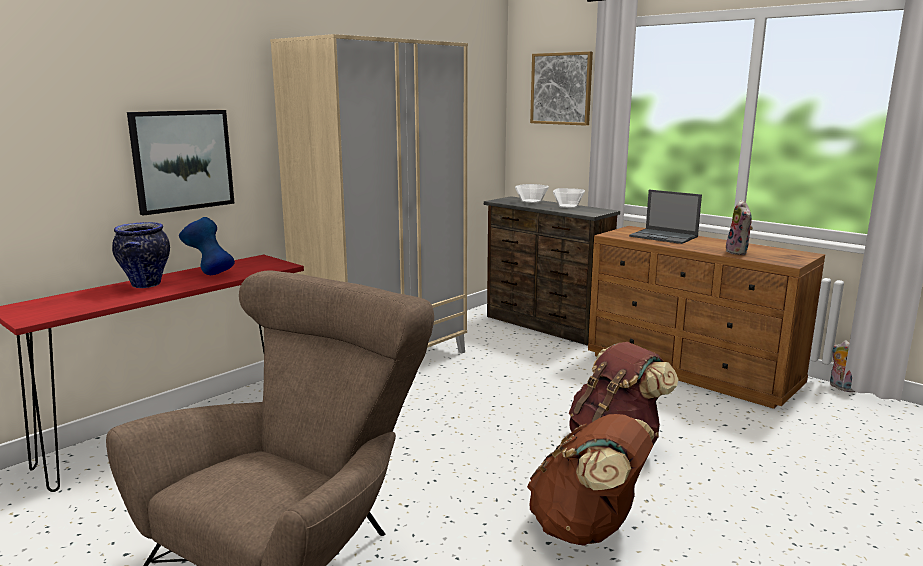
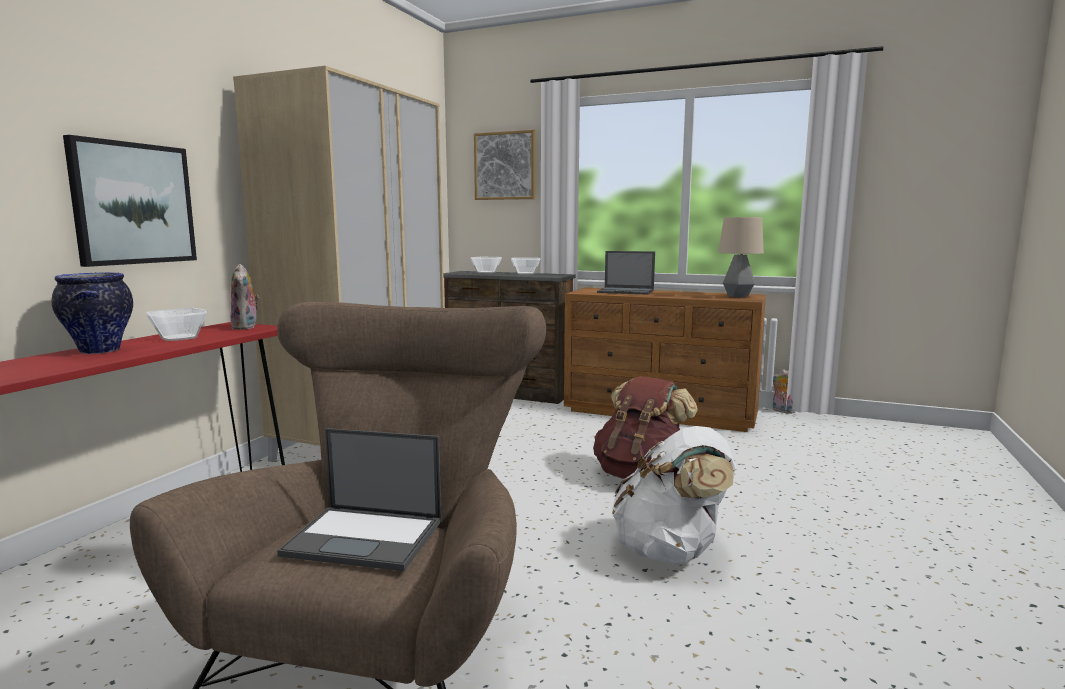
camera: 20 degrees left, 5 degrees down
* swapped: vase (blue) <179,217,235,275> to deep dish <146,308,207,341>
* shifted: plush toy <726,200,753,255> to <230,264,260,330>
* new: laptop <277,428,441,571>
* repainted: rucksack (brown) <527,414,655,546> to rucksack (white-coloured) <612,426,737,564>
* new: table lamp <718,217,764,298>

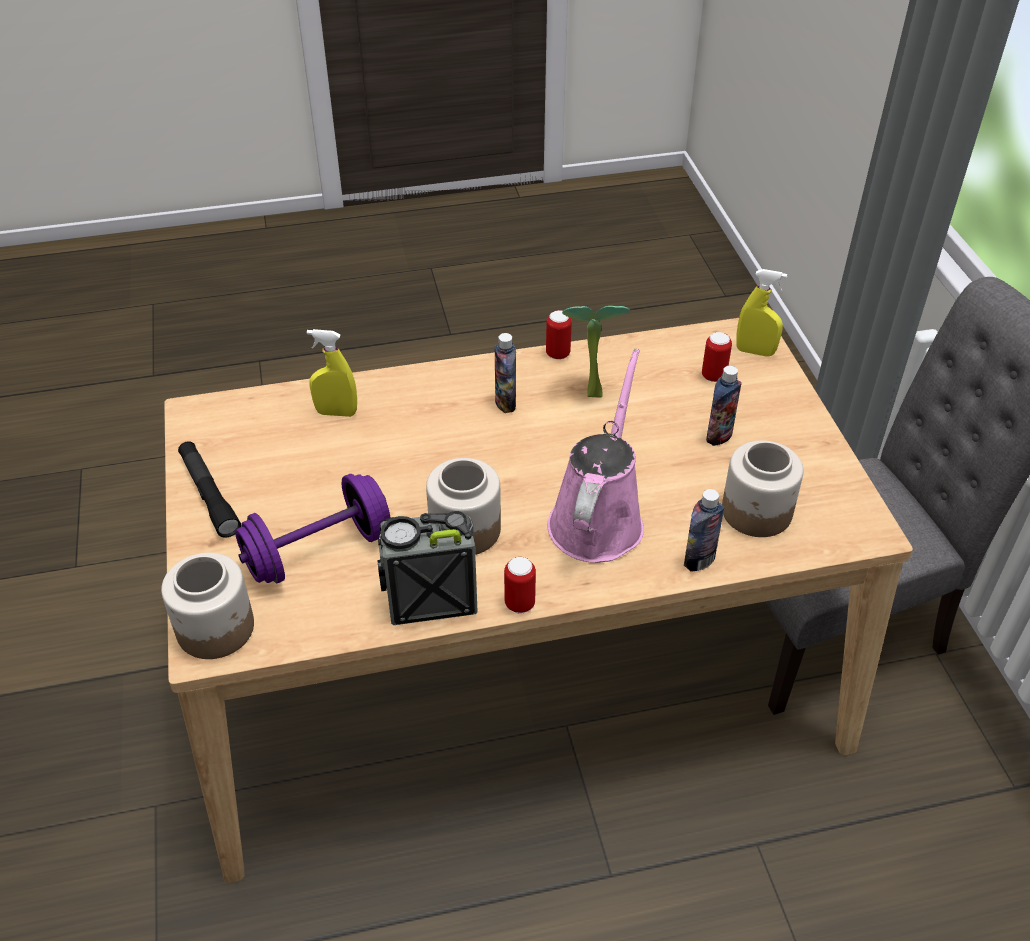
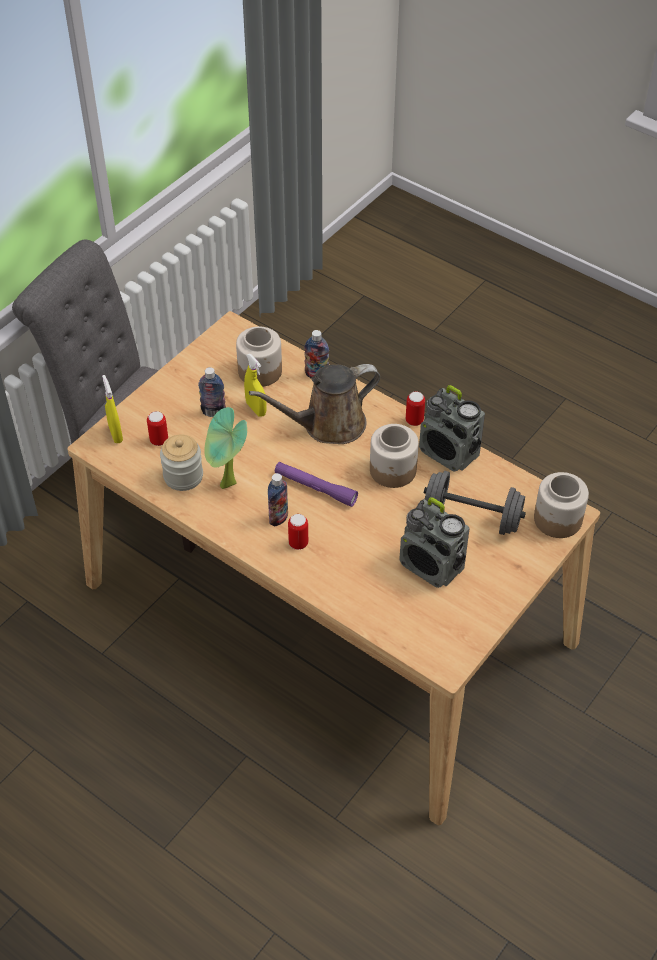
camera: 130 degrees left, 5 degrees up
* new: storage jar <160,434,203,491>
* shifted: hand sprayer (yellow) <307,329,357,417> to <244,354,267,417>
* repainted: watering can (pink) <547,349,644,563> to watering can (brown) <249,364,380,444>
* new: flashlight (purple-coloured) <275,462,358,507>
* shifted: sealed can <546,310,572,359> to <288,514,308,550>
* new: radio receiver <399,497,470,588>
* repainted: dumbbell (purple-coloured) <235,474,391,584> to dumbbell (gray) <424,471,526,535>
* gone: flashlight (black-coloured) <178,441,241,538>

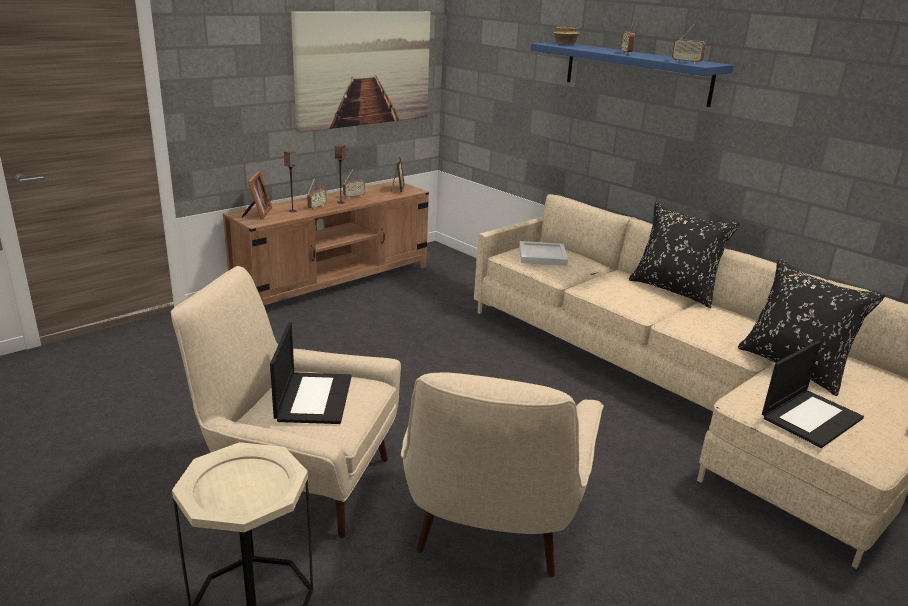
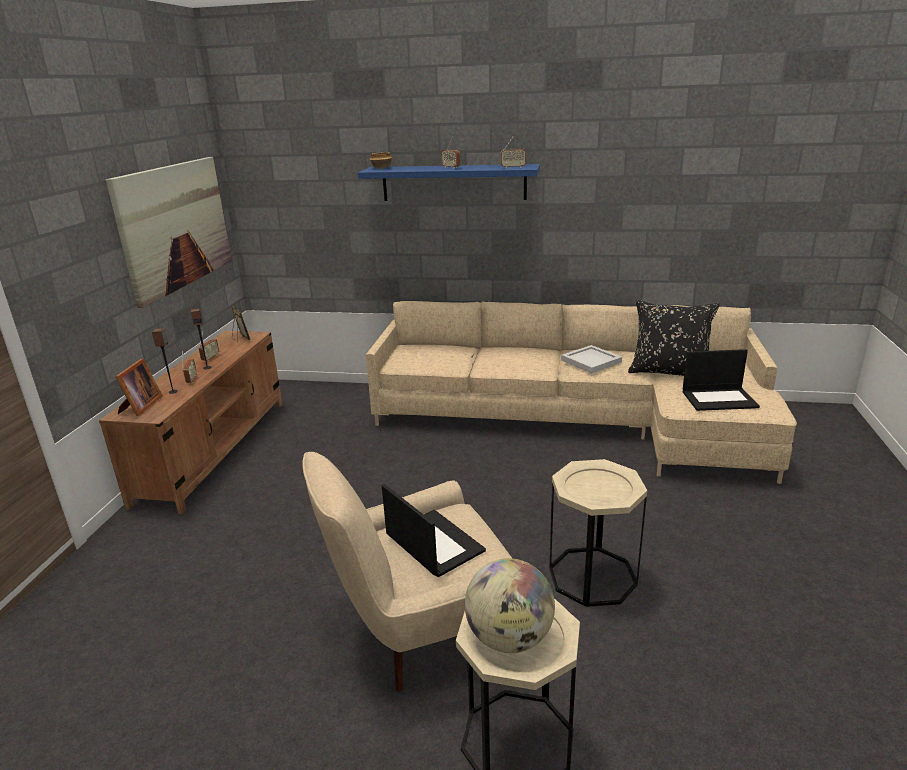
camera: 35 degrees left, 0 degrees up
* rotated: photo frame <242,171,272,219> = <115,359,163,416> 45 degrees clockwise
* new: globe <465,558,555,653>
* swapped: armchair (beige) <401,373,604,577> to end table (beige) <549,459,647,607>
* shifted: tray (white-coloured) <519,241,568,266> to <561,345,622,373>
* rotated: laptop <762,340,864,448> = <683,349,760,411> 75 degrees clockwise
* gone: pillow (black-coloured) <629,203,740,308>

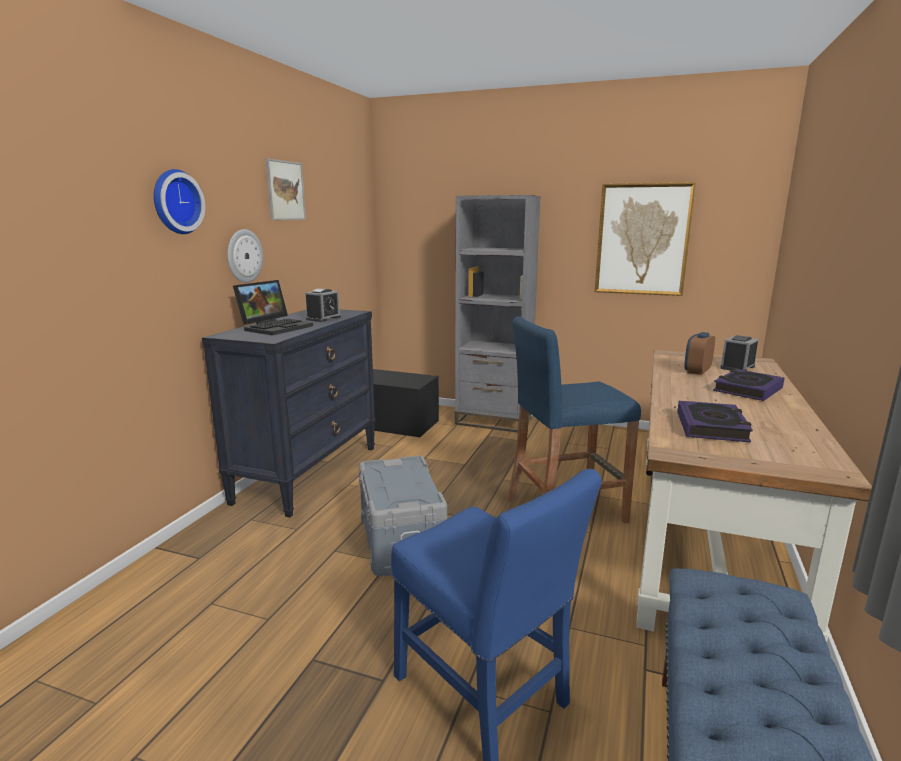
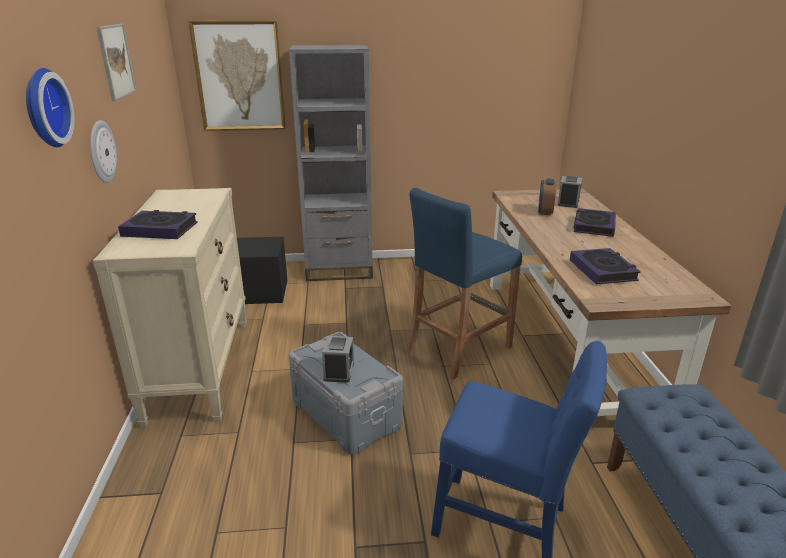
camera: 25 degrees left, 10 degrees up
* repainted: chest of drawers (black-coloured) <202,309,376,517> to chest of drawers (beige) <93,188,247,427>
* swapped: laptop <233,280,313,335> to bound book <118,210,198,239>
* shifted: wall picture <595,182,696,296> to <188,20,286,131>
* shifted: bedside clock <305,288,341,322> to <322,336,354,383>

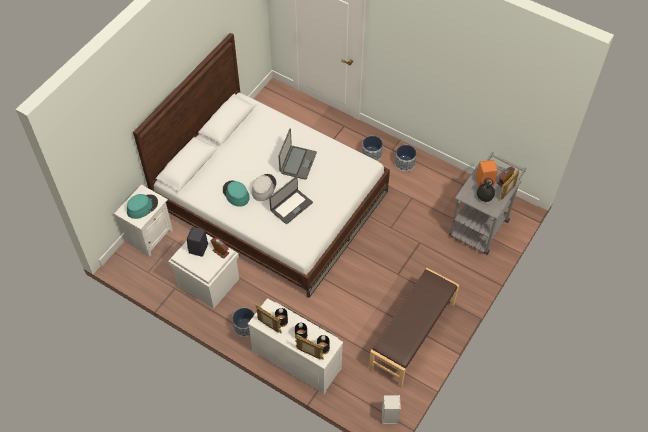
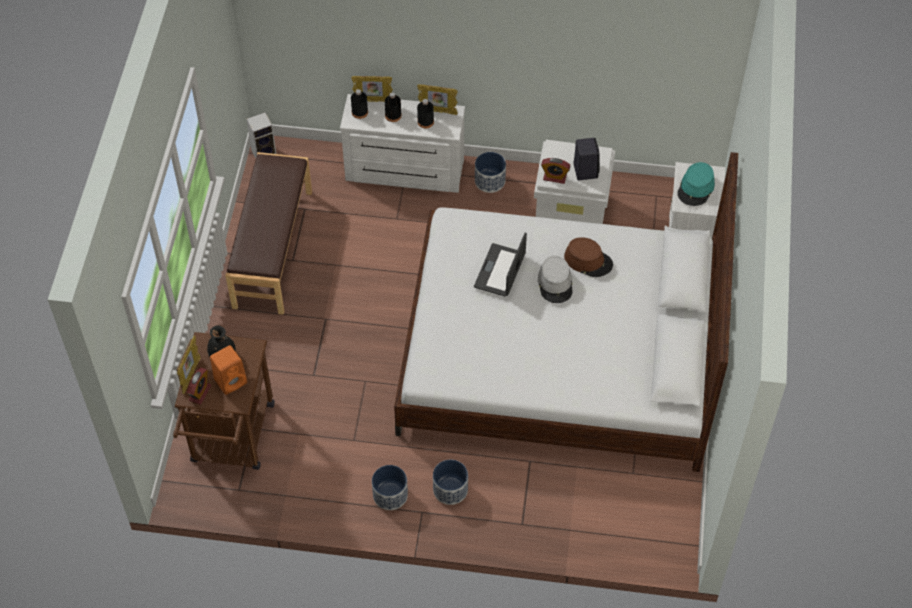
camera: 155 degrees right, 0 degrees up
* repainted: trolley (gray) <449,152,526,255> to trolley (brown) <173,332,275,470>
* repainted: hat (turquoise) <223,181,250,207> to hat (brown) <564,237,613,277>
* gone: laptop <279,129,317,180>

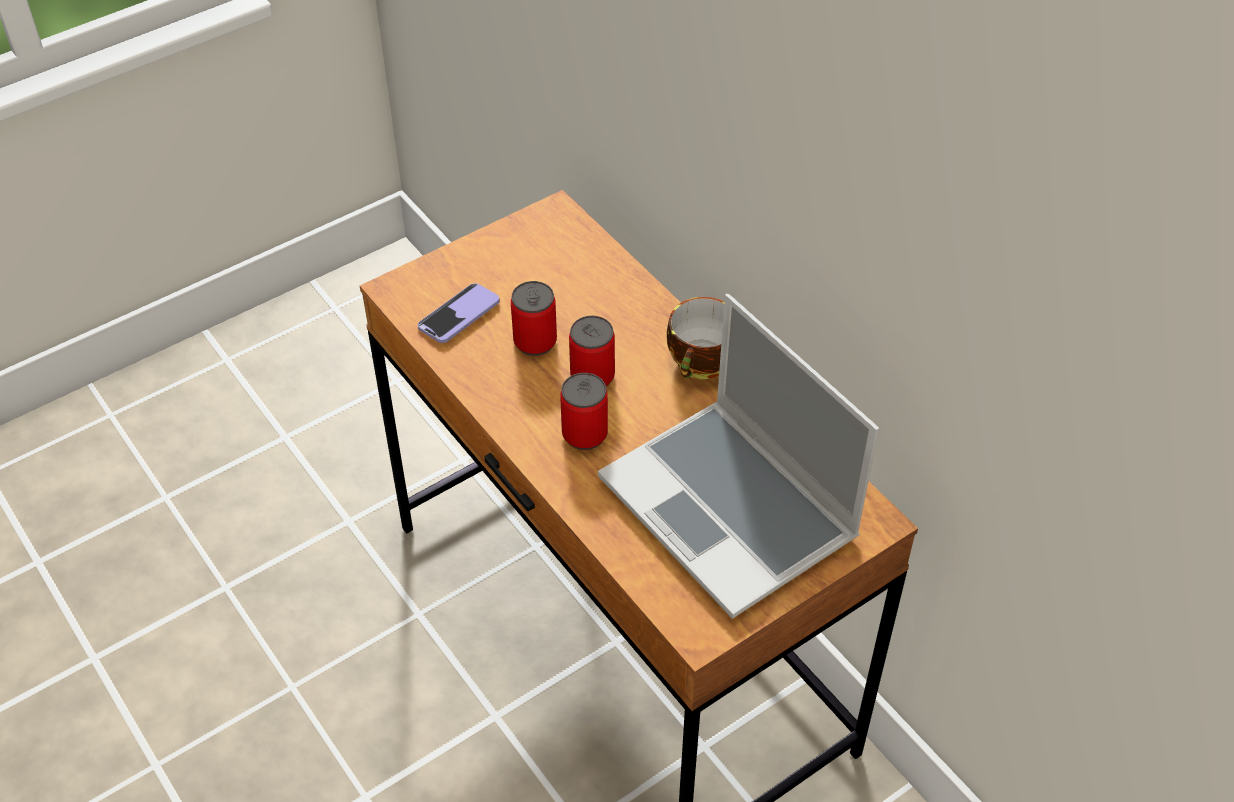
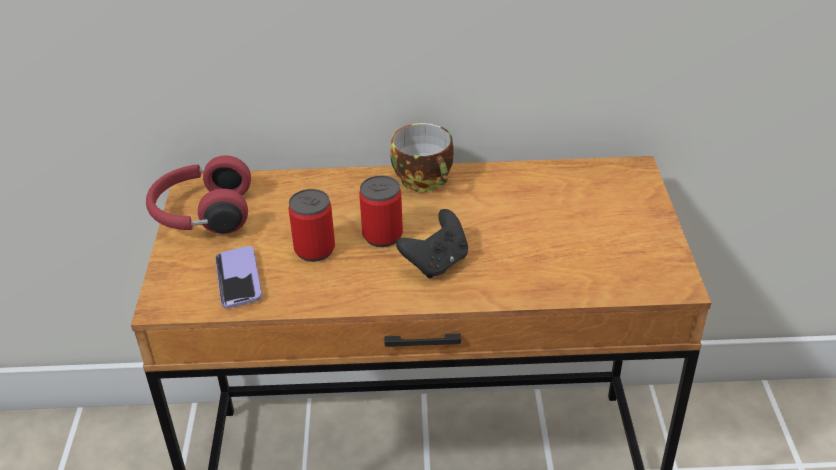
camera: 55 degrees left, 10 degrees down
* new: pair of headphones (red-coloured) <146,155,251,234>
* swapped: sealed can <560,373,608,450> to joypad (black-coloured) <396,209,468,279>
* gone: laptop <598,294,879,619>

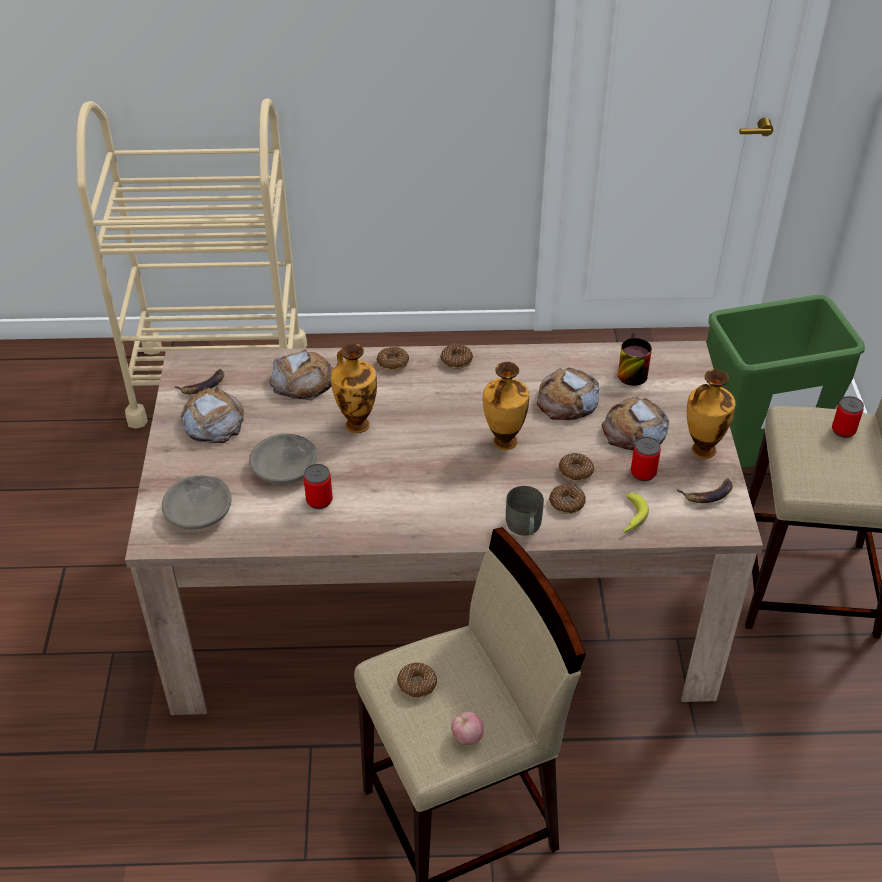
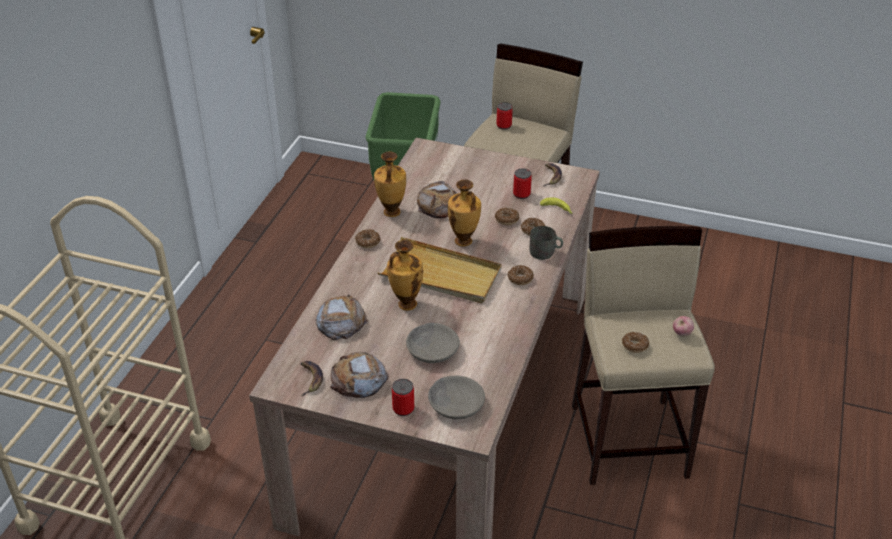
camera: 70 degrees left, 5 degrees down
* shifted: vase <687,369,736,459> to <374,152,406,217>
* new: tray (beige) <378,237,501,303>
* shifted: sealed can <303,464,333,509> to <392,379,414,416>
* shifted: doughnut <377,347,409,371> to <508,265,534,285>
* gone: bakery bread <601,397,669,450>
* gone: tea mug <618,333,652,386>

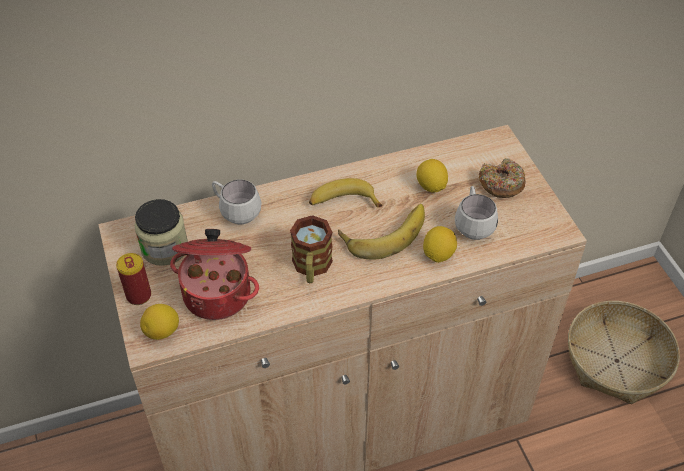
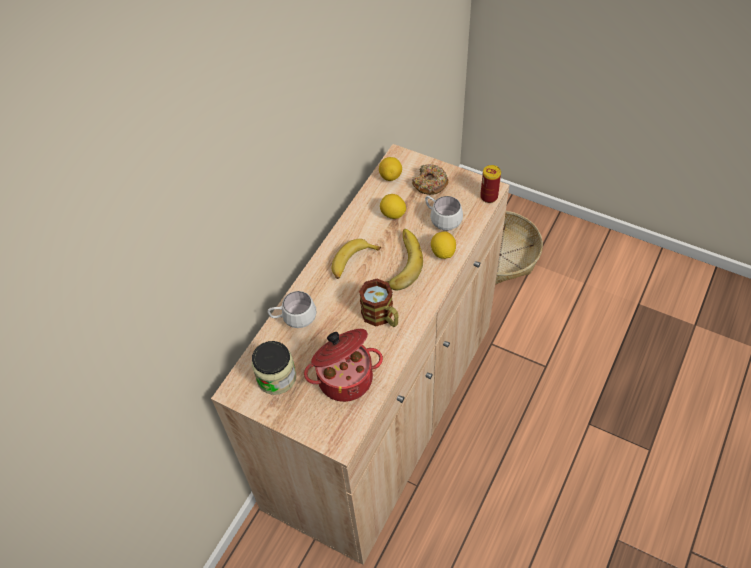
camera: 40 degrees left, 5 degrees up
* shifted: citrus fruit <140,304,179,340> to <379,157,402,181>
* shifted: sealed can <116,253,151,305> to <480,165,501,203>

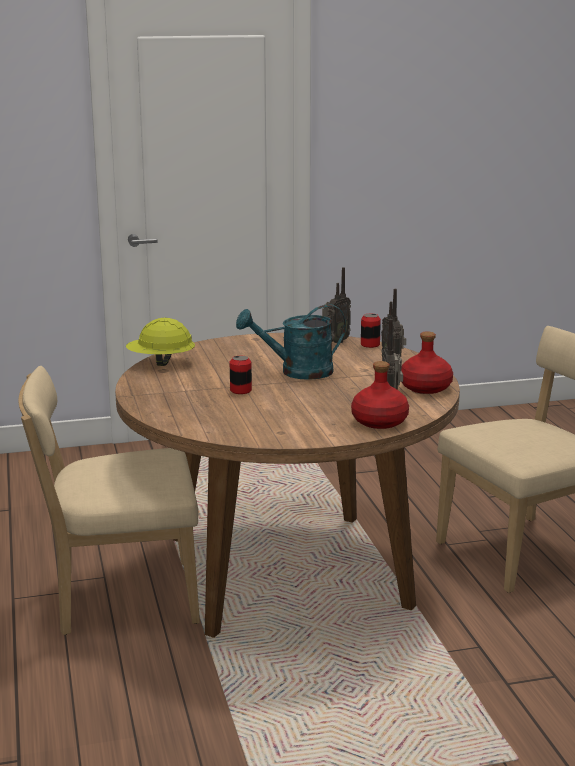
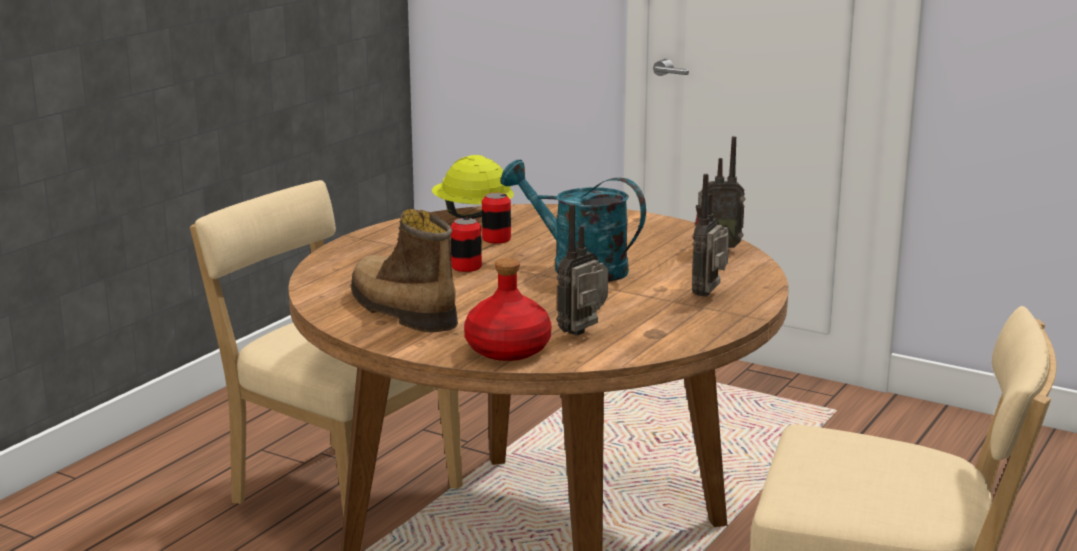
camera: 45 degrees right, 0 degrees up
* new: high-top boot <351,209,458,332>
* shifted: sealed can <361,314,381,348> to <482,193,511,244>
* gone: bottle (red-coloured) <401,331,453,394>

